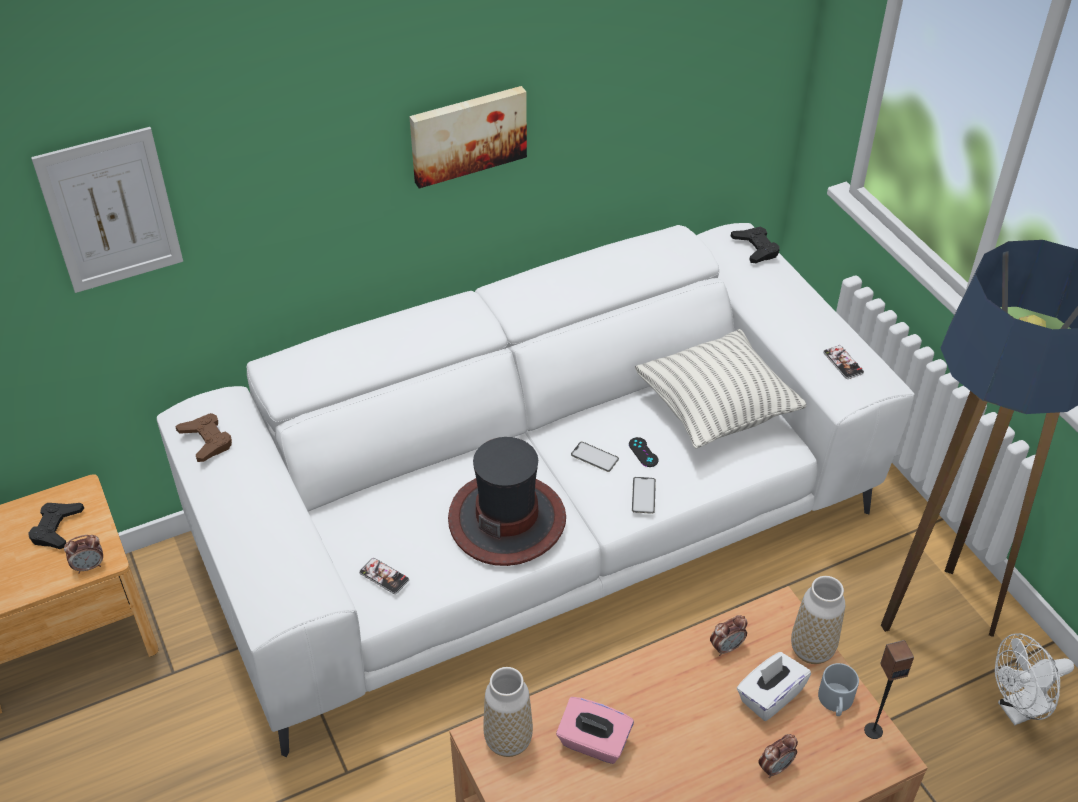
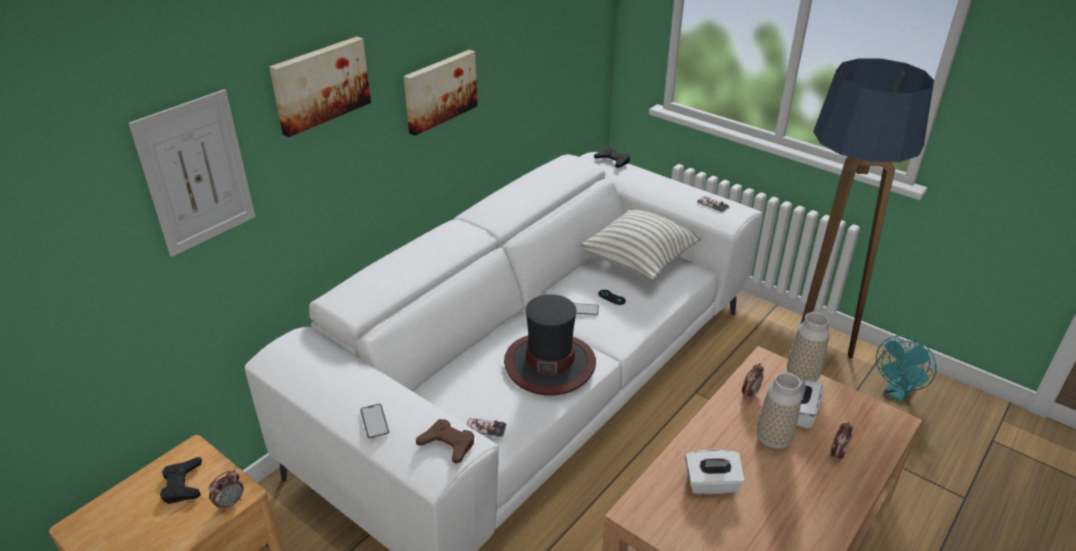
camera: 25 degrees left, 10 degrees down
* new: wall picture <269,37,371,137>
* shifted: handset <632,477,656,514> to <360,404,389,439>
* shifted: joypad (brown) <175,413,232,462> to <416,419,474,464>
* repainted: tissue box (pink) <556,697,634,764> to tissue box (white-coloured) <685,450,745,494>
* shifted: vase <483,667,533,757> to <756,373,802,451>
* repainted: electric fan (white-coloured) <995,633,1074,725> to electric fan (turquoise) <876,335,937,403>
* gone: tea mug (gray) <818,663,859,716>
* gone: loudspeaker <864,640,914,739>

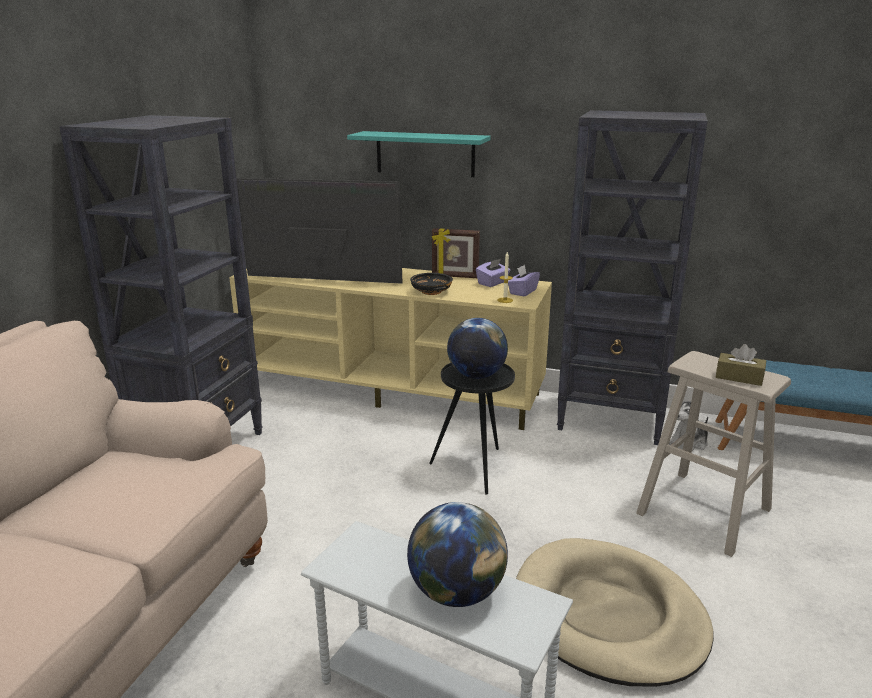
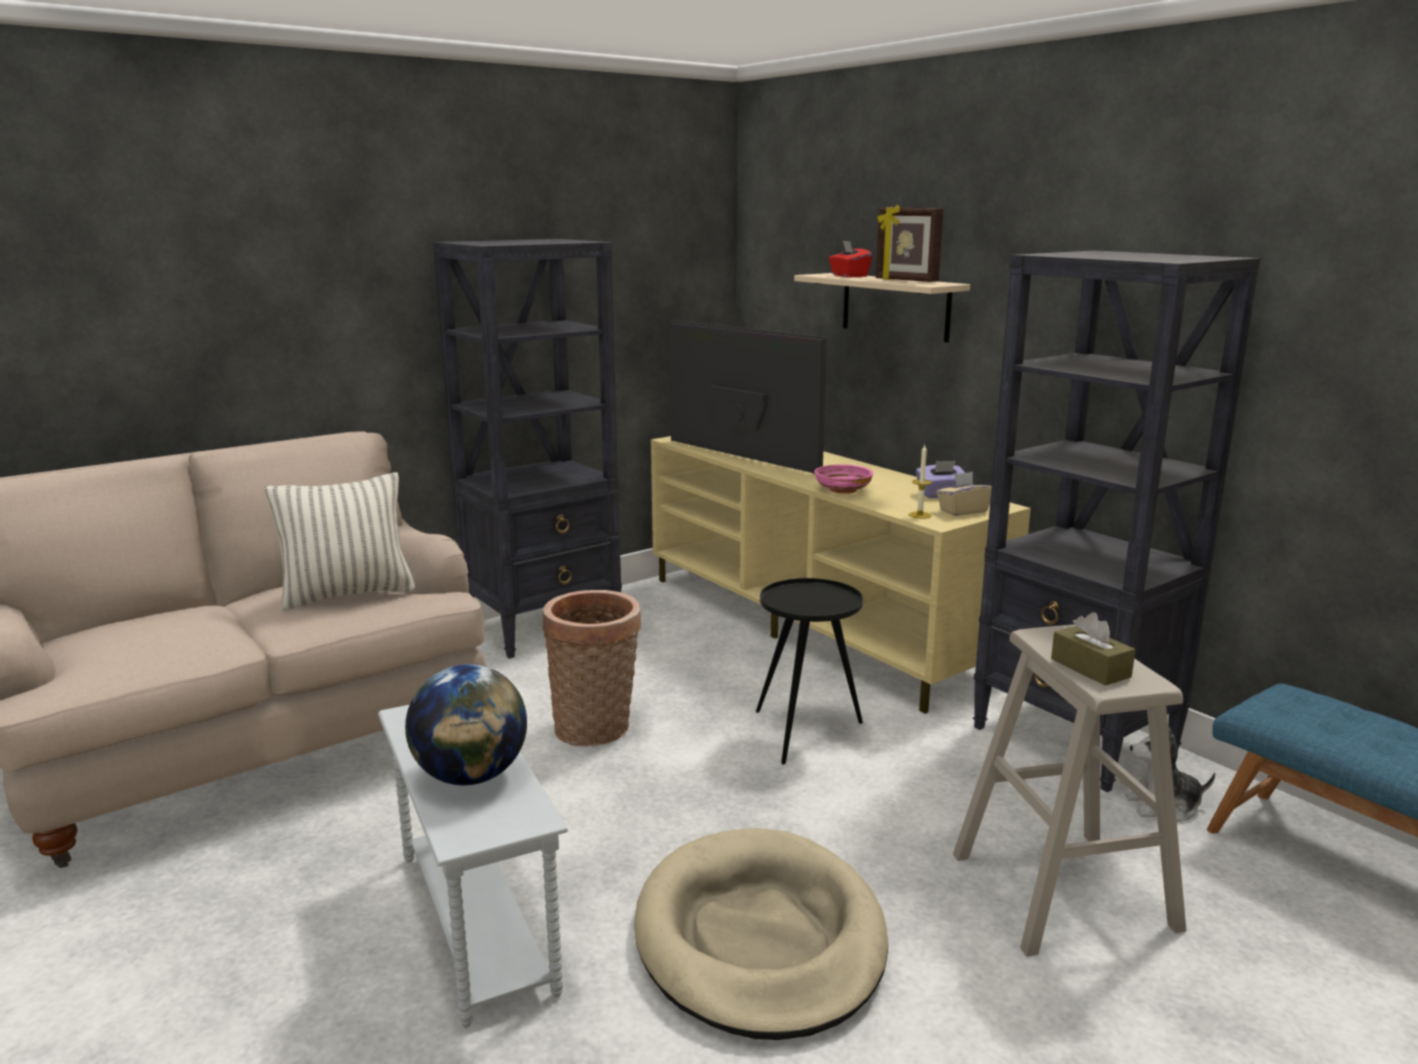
camera: 35 degrees right, 5 degrees down
* new: pillow <265,472,416,610>
* new: household basket <543,590,641,746>
* repainted: shelf (turquoise) <347,131,491,177> to shelf (beige) <794,273,970,343>
* repainted: deep dish (black-coloured) <410,273,453,295> to deep dish (pink) <814,464,874,494>
* new: tissue box (red-coloured) <829,241,872,277>
* shifted: photo frame <432,228,480,278> to <876,205,943,282>
* repainted: tissue box (purple-coloured) <508,265,540,297> to tissue box (beige) <936,472,992,516>
* gone: globe <447,318,508,379>

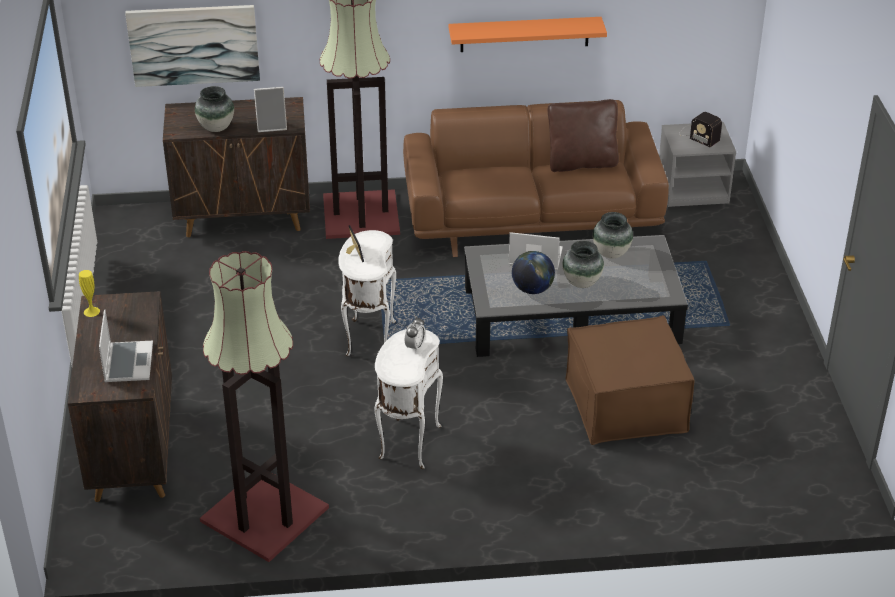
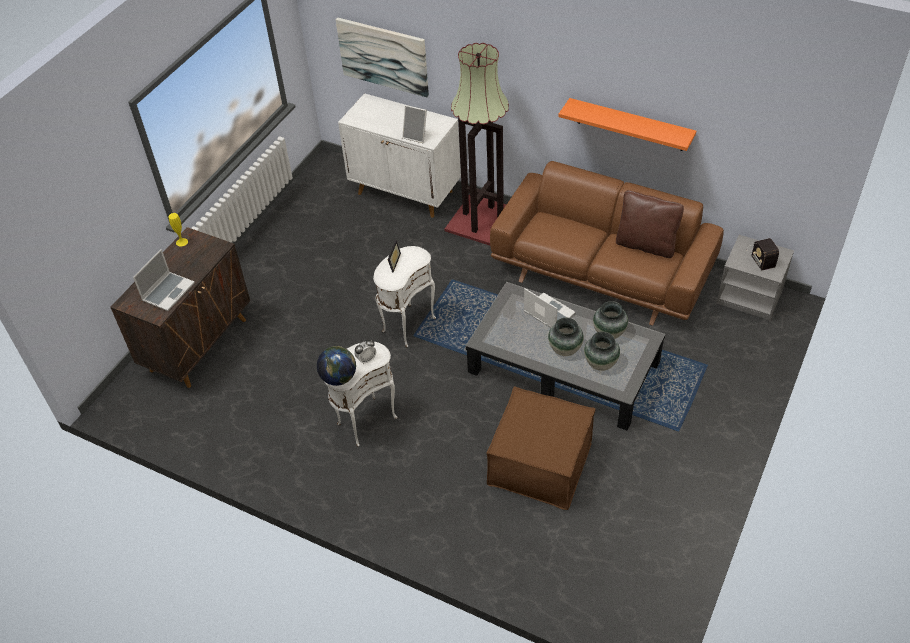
camera: 35 degrees right, 10 degrees up
* shifted: globe <512,251,555,294> to <317,346,356,386>
* repainted: cupboard (brown) <163,97,310,237> to cupboard (white-coloured) <338,93,461,218>
* shifted: vase <195,86,234,132> to <584,331,620,371>
* gone: standing lamp <200,251,329,562>

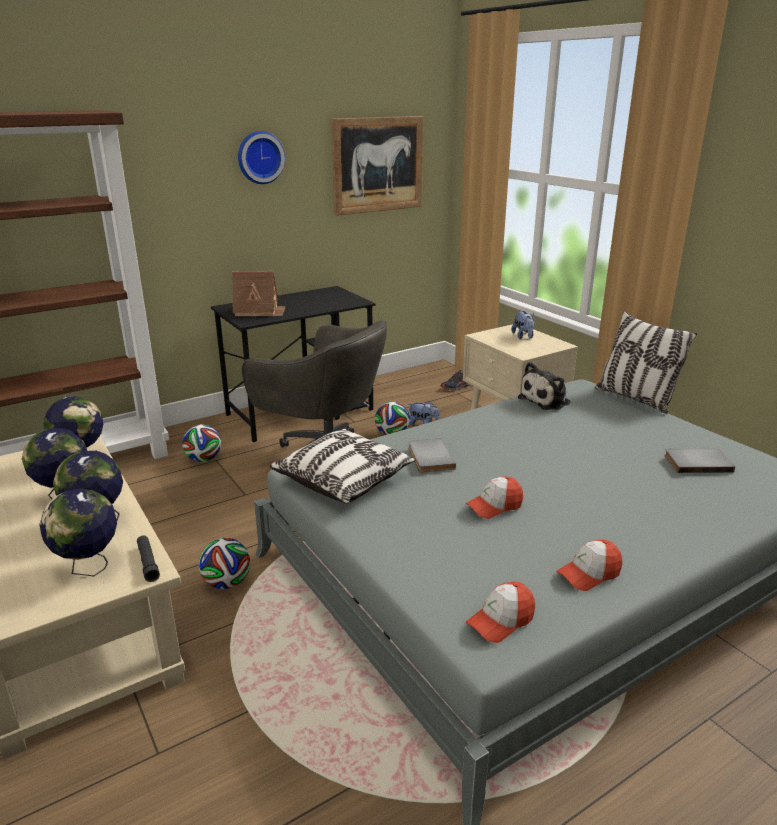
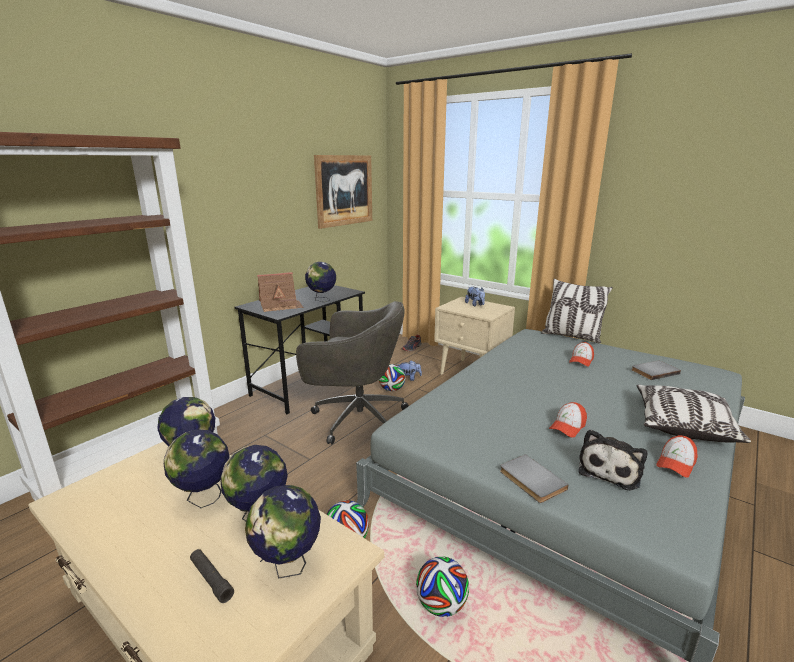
camera: 20 degrees left, 5 degrees down
* shifted: flashlight (black-coloured) <137,535,160,582> to <190,549,234,603>
* new: globe <305,262,336,302>
* shifted: ball for football <182,424,221,462> to <416,556,469,617>
* shifted: bound book (gray) <408,438,456,473> to <500,454,569,503>
* shifted: baseball cap <466,581,535,643> to <569,342,594,367>
* shifted: plush toy <518,362,571,410> to <578,429,647,491>
* shifted: pillow <270,429,416,504> to <637,385,751,443>
* gone: wall clock <238,131,285,184>

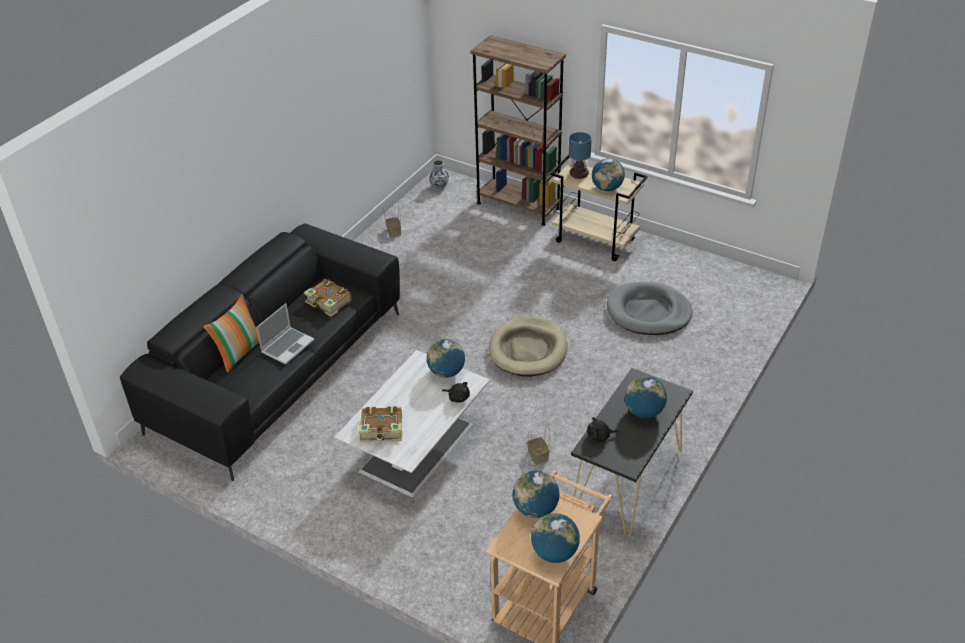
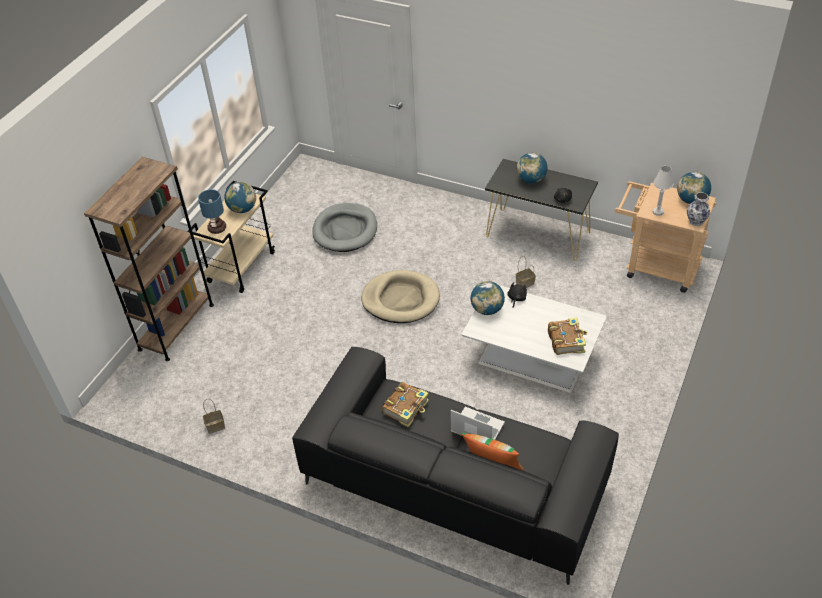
camera: 95 degrees left, 5 degrees up
* swapped: globe <513,471,559,518> to table lamp (white-coloured) <652,166,673,216>
* shifted: vase <429,160,449,191> to <687,192,710,226>

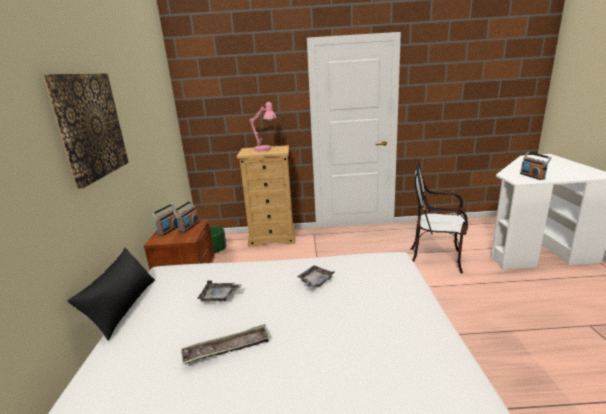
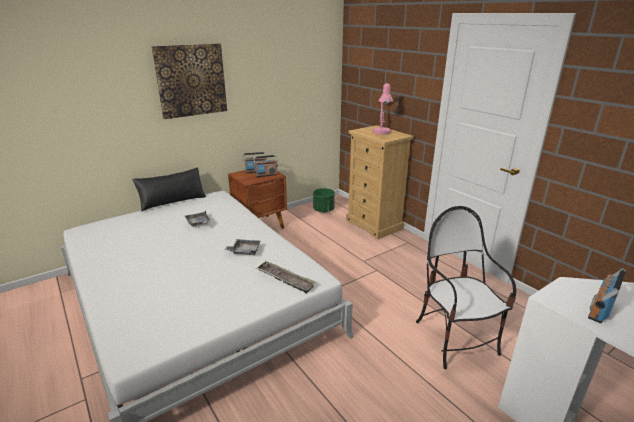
camera: 55 degrees right, 5 degrees up
* shifted: tray <181,324,271,364> to <256,261,316,293>

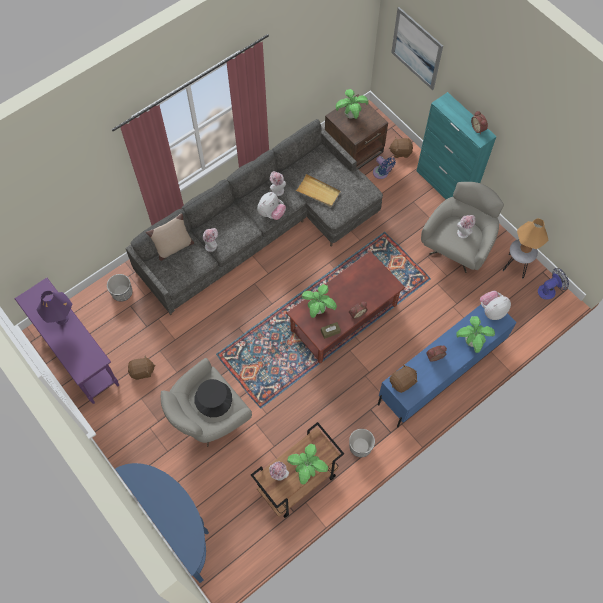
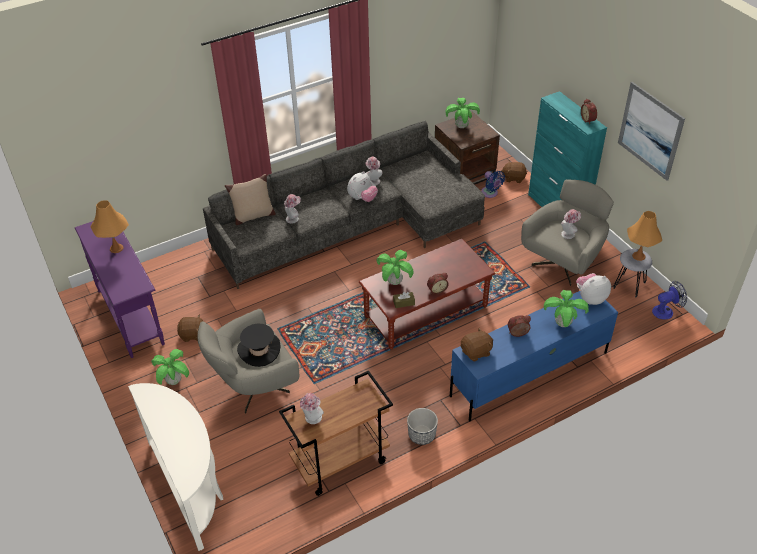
camera: 10 degrees right, 20 degrees down
* repainted: table lamp (purple-coloured) <37,291,72,325> to table lamp (orange-coloured) <90,200,129,253>
* repainted: hall table (blue) <115,463,209,583> to hall table (white-coloured) <128,383,223,551>
* shifted: plant in a pot <287,444,328,485> to <151,349,189,385>
* shifted: wall picture <391,7,443,90> to <618,82,685,181>
* gone: planter <107,274,133,302>
* gone: tray (beige) <296,174,340,207>

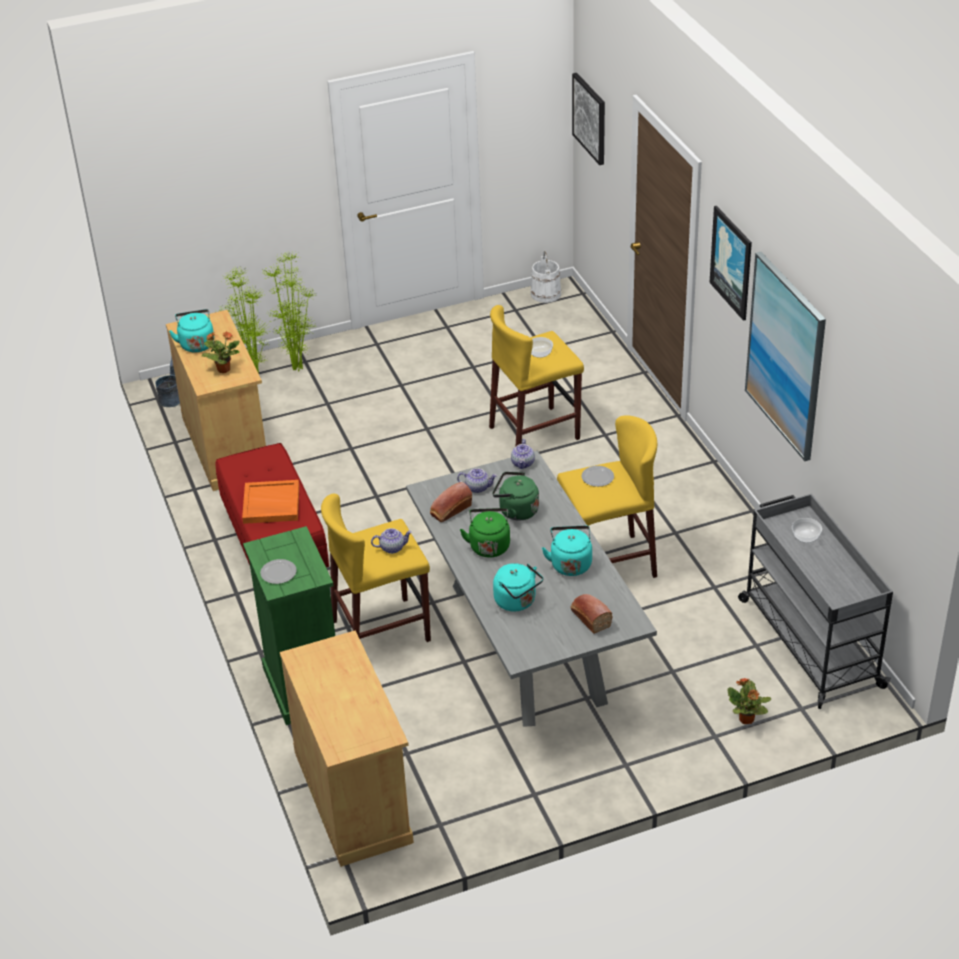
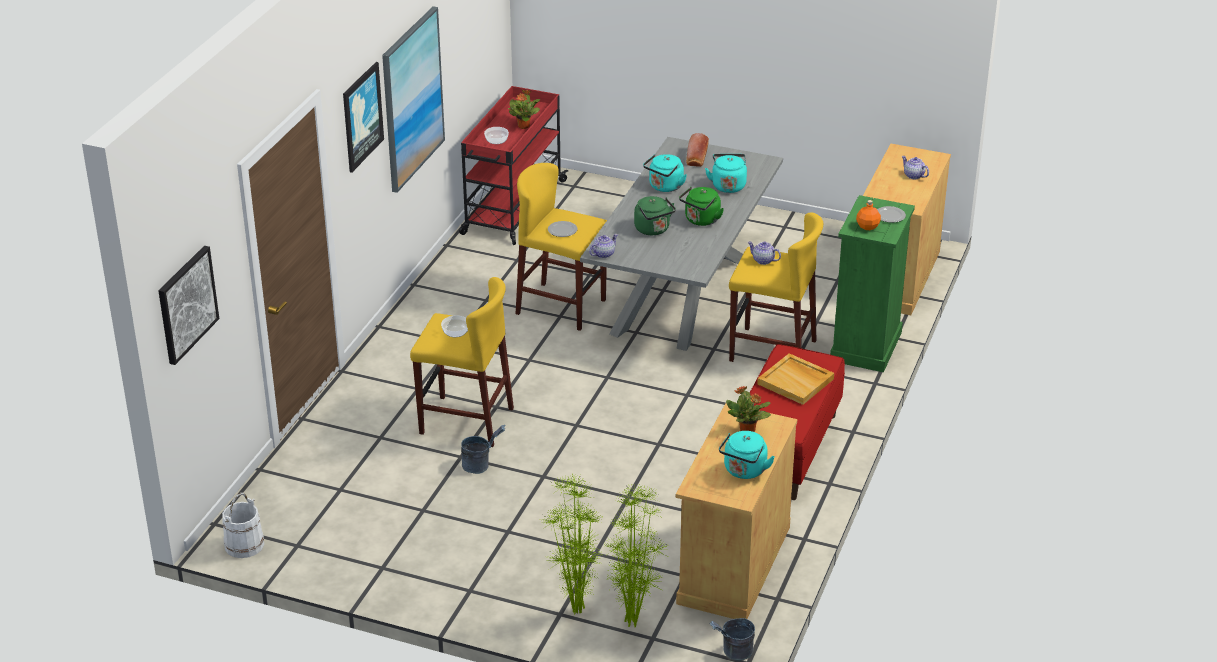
camera: 140 degrees left, 5 degrees down
* repainted: trolley (gray) <738,493,893,709> to trolley (red-coloured) <459,86,568,245>
* new: pail (gray) <461,425,506,474>
* shifted: plant in a pot <728,678,771,724> to <508,90,541,129>
* repainted: tray (orange-coloured) <242,480,299,524> to tray (beige) <757,353,834,405>
* new: bottle (orange-coloured) <856,200,881,230>
* shifted: pot for tea <457,468,497,493> to <902,156,929,179>
* gone: bakery bread <430,482,472,522>

